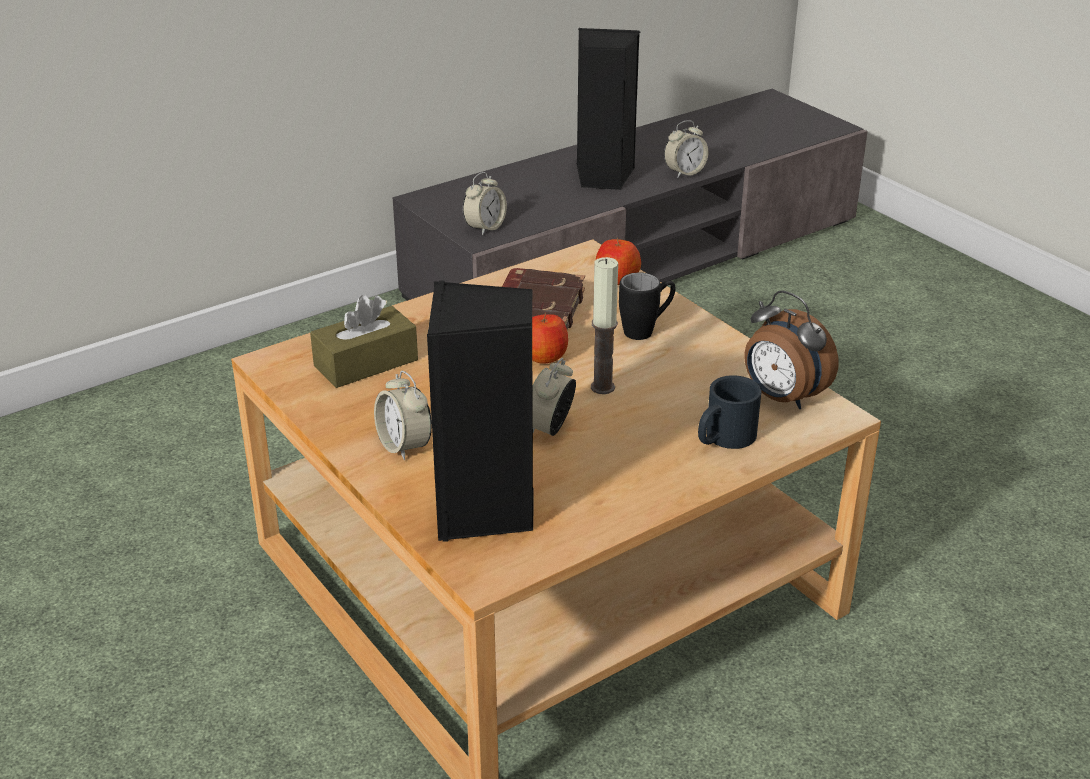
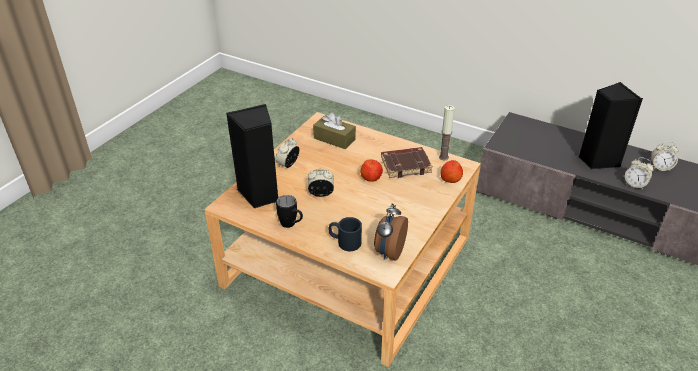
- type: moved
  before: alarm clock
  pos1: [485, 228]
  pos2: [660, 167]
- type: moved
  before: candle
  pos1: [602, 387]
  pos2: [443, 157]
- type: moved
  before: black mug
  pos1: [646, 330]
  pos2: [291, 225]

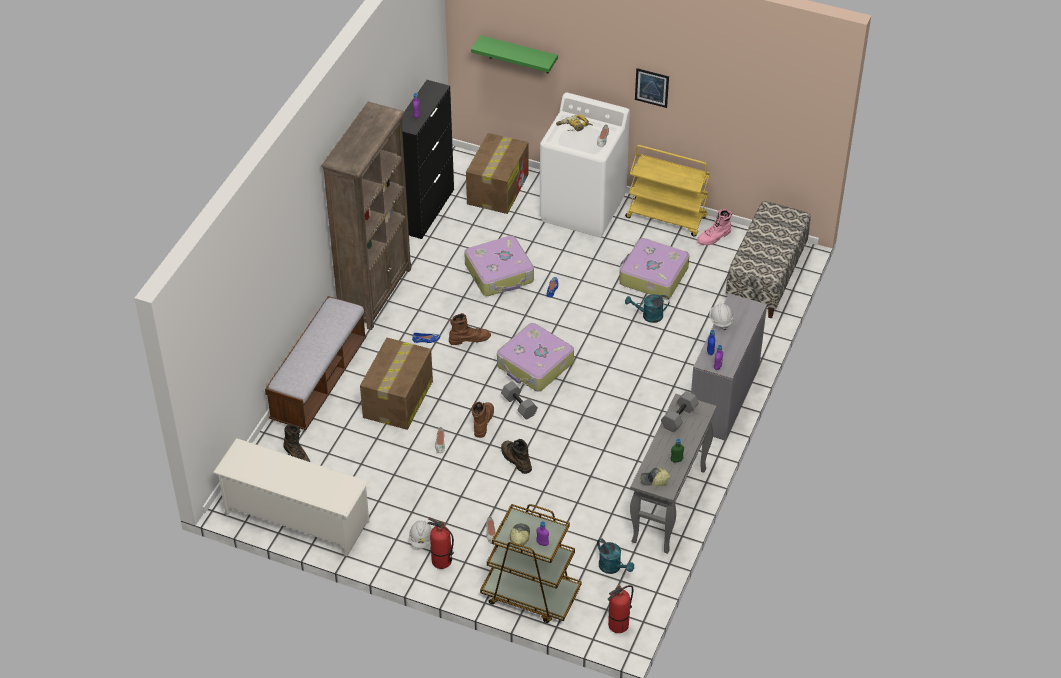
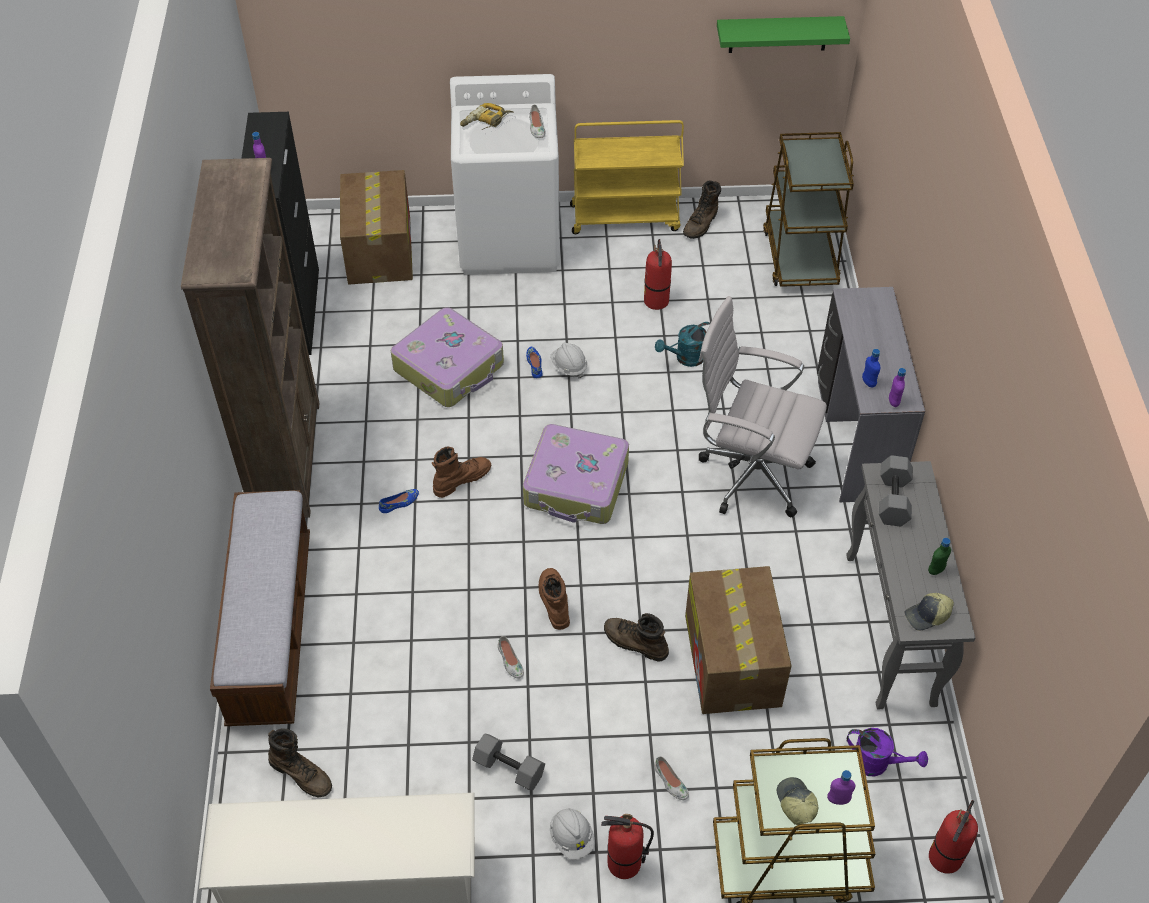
- type: moved
  before: green shelf
  pos1: [519, 55]
  pos2: [778, 34]
- type: removed
  before: picture
  pos1: [651, 87]
- type: replaced
  before: bench
  after: brown cart
  pos1: [766, 278]
  pos2: [800, 256]
- type: recoloured
  before: pink boot
  after: brown boot
  pos1: [714, 237]
  pos2: [701, 224]
- type: replaced
  before: suitcase
  after: fire extinguisher
  pos1: [652, 276]
  pos2: [656, 301]
- type: moved
  before: white hard hat
  pos1: [720, 320]
  pos2: [569, 366]
- type: moved
  before: cardboard box
  pos1: [397, 400]
  pos2: [733, 662]
- type: moved
  before: grey dumbbell
  pos1: [518, 406]
  pos2: [508, 769]
- type: recoloured
  before: turquoise watering can
  after: purple watering can
  pos1: [613, 567]
  pos2: [877, 763]
- type: added
  after: white office chair
  pos2: [749, 474]

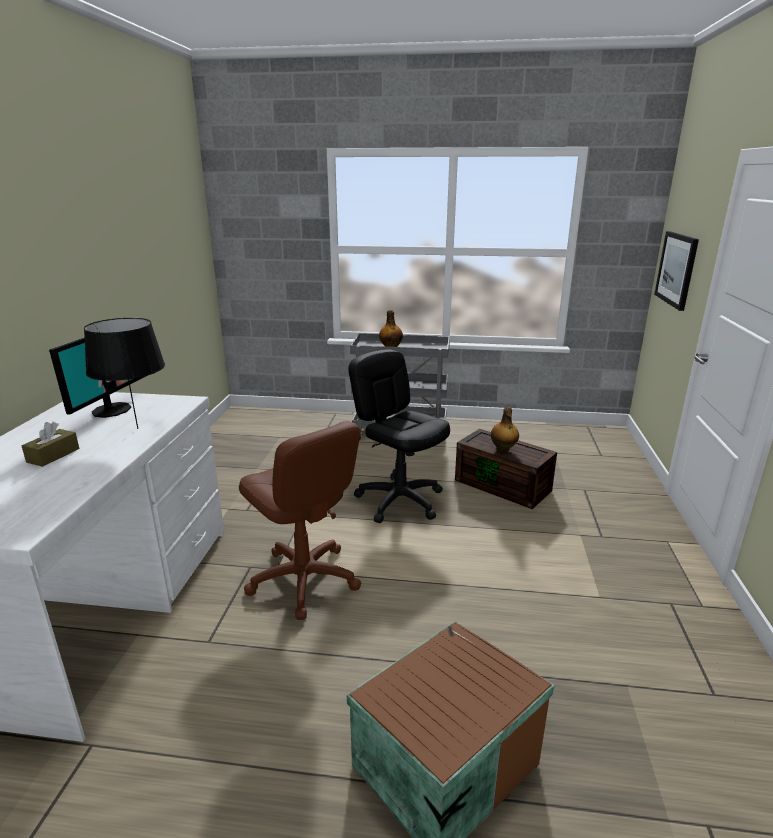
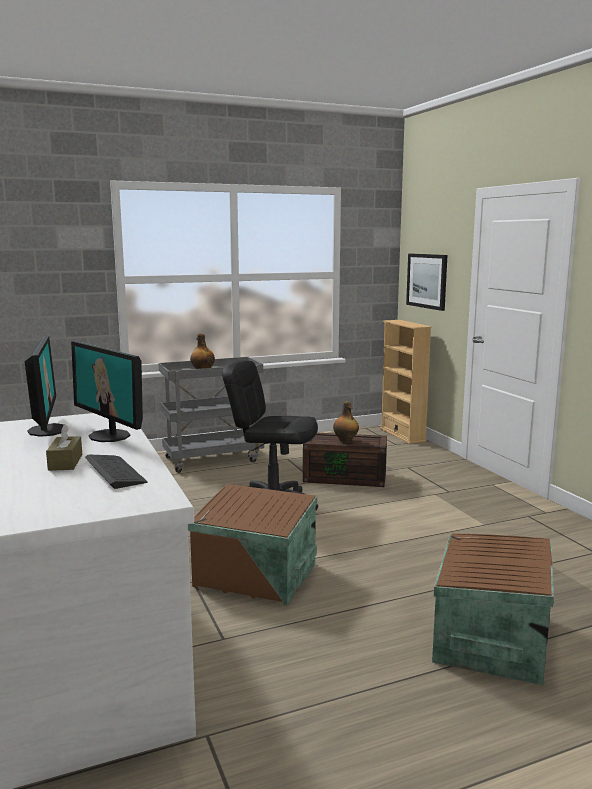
- type: replaced
  before: black table lamp
  after: monitor
  pos1: [138, 429]
  pos2: [110, 435]
- type: replaced
  before: brown office chair
  after: brown storage box
  pos1: [303, 580]
  pos2: [256, 576]
- type: added
  after: beige bookcase
  pos2: [402, 435]
- type: added
  after: keyboard
  pos2: [115, 472]

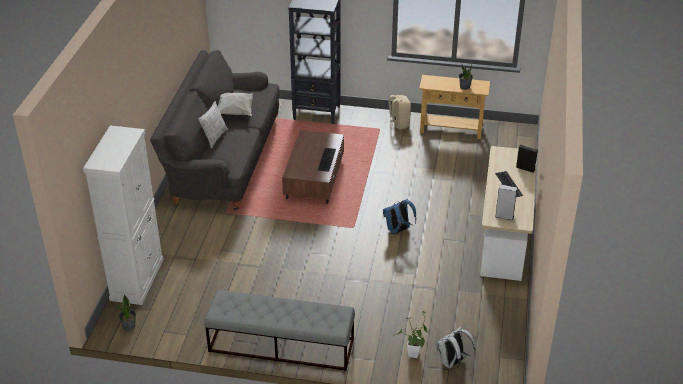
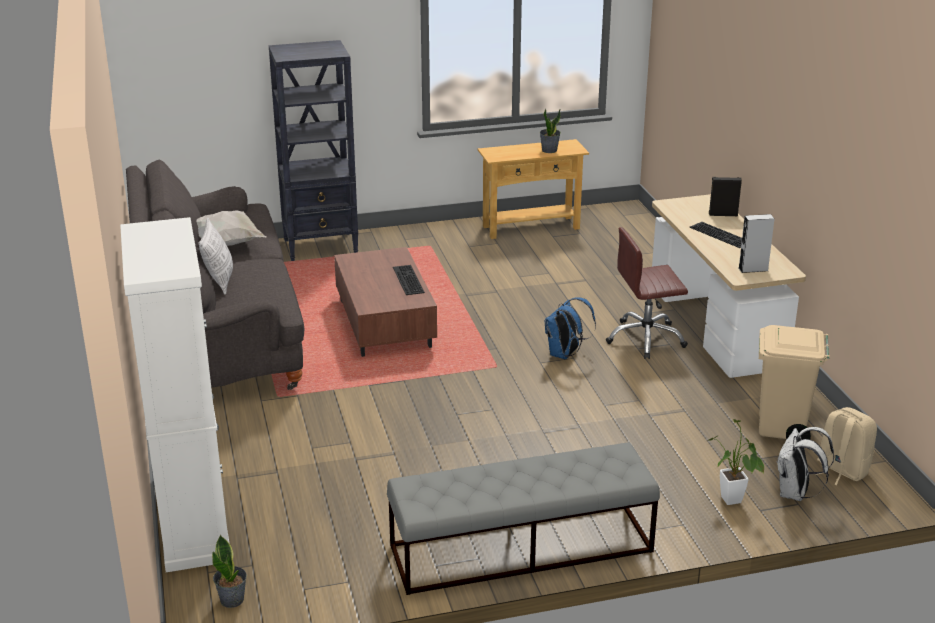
- type: moved
  before: beige backpack
  pos1: [398, 124]
  pos2: [841, 470]
- type: added
  after: brown office chair
  pos2: [646, 339]
- type: added
  after: beige trash can
  pos2: [782, 429]

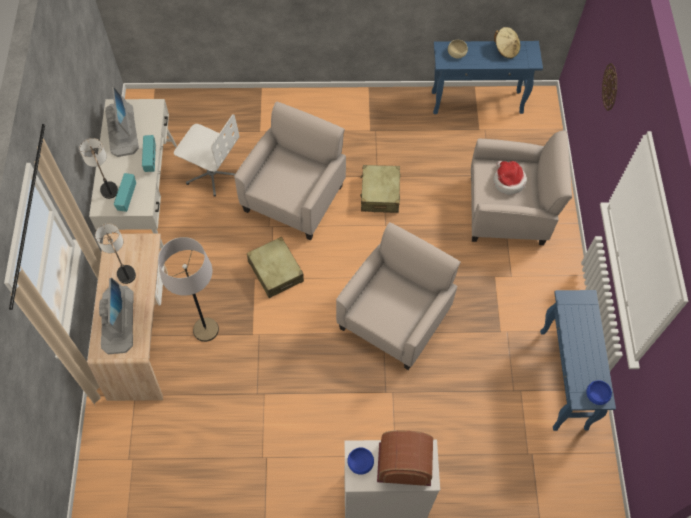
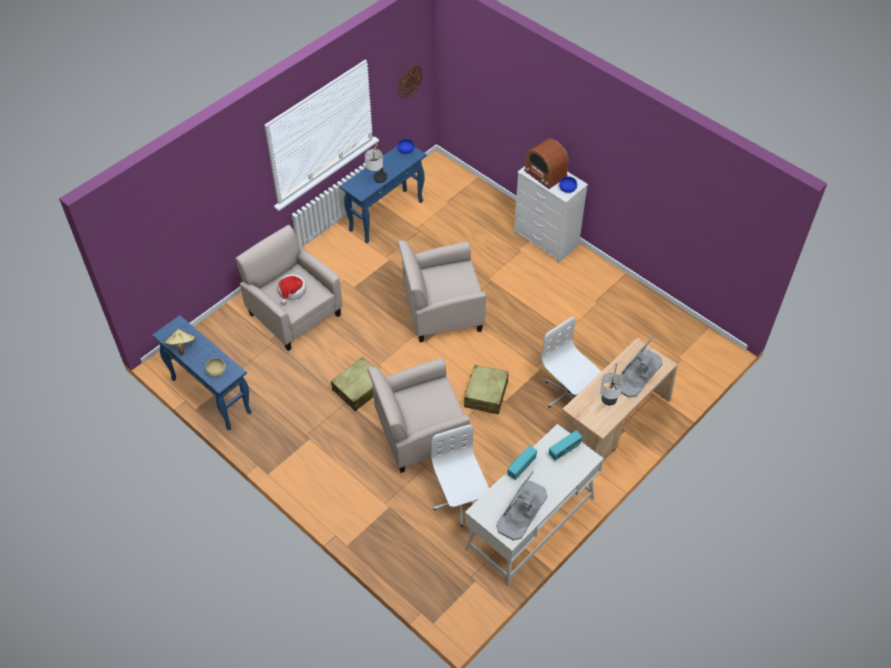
- type: moved
  before: wall clock
  pos1: [610, 87]
  pos2: [409, 81]
- type: moved
  before: table lamp
  pos1: [106, 183]
  pos2: [377, 182]
- type: replaced
  before: grey floor lamp
  after: white office chair
  pos1: [206, 330]
  pos2: [568, 394]

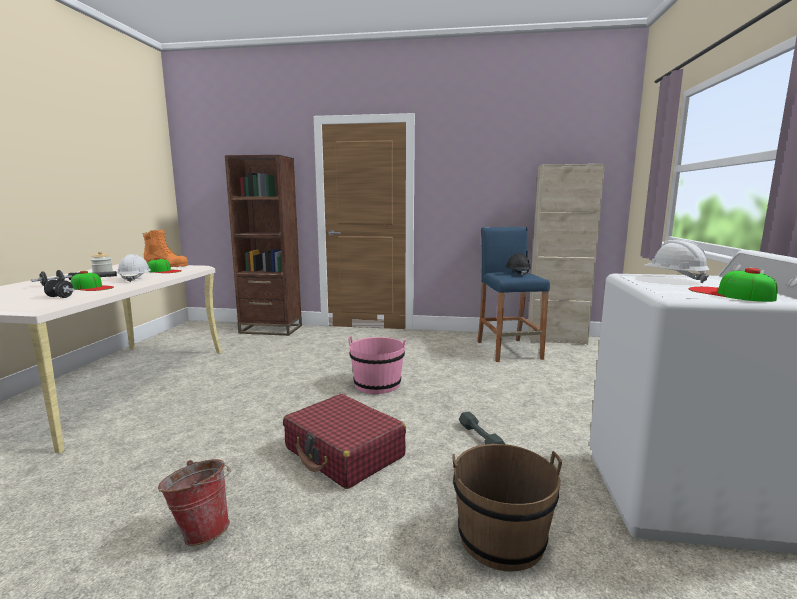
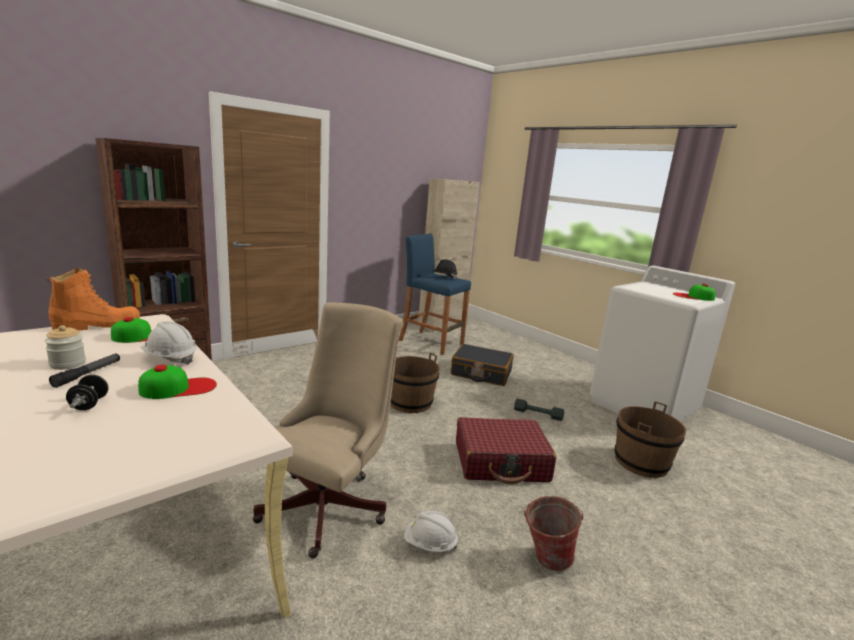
- type: moved
  before: white hard hat
  pos1: [674, 279]
  pos2: [429, 544]
- type: removed
  before: black dumbbell
  pos1: [60, 297]
- type: recoloured
  before: pink bucket
  after: brown bucket
  pos1: [377, 384]
  pos2: [410, 402]
- type: added
  after: beige office chair
  pos2: [330, 504]
- type: added
  after: black suitcase
  pos2: [481, 373]

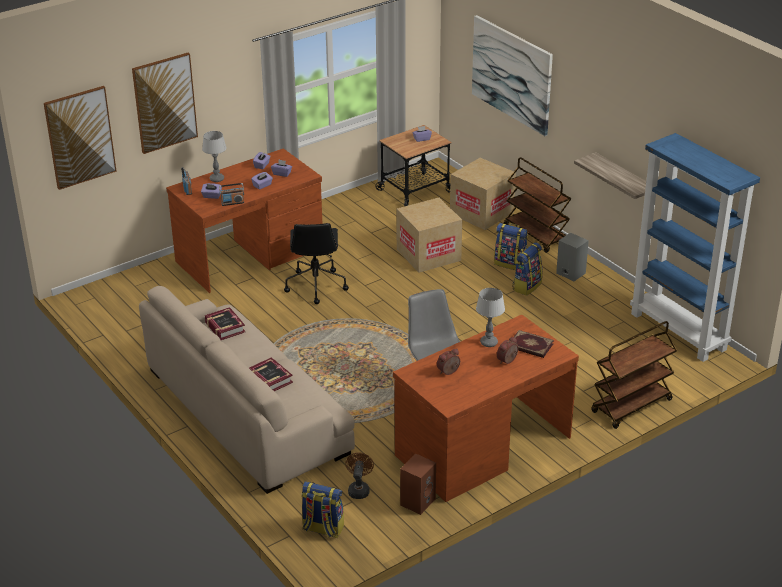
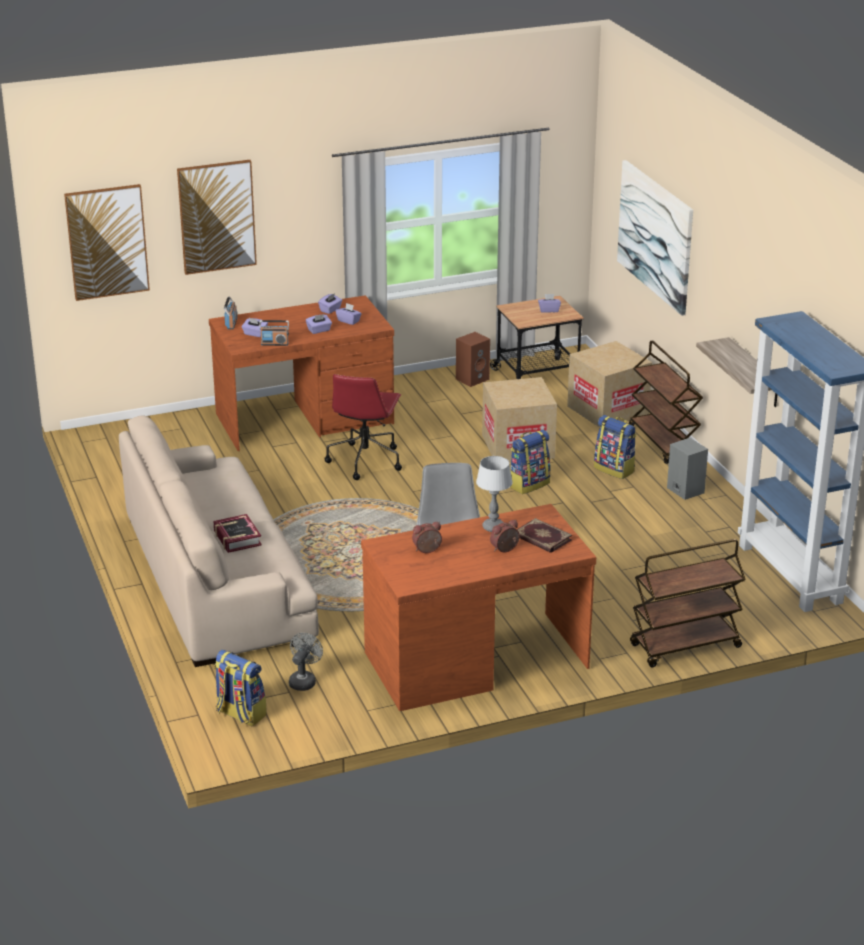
- type: removed
  before: table lamp
  pos1: [217, 179]
- type: recoloured
  before: black office chair
  after: red office chair
  pos1: [315, 285]
  pos2: [365, 460]
- type: moved
  before: backpack
  pos1: [526, 286]
  pos2: [529, 484]
- type: removed
  before: book
  pos1: [224, 327]
- type: recoloured
  before: brown fan
  after: grey fan
  pos1: [359, 489]
  pos2: [304, 680]
- type: moved
  before: brown speaker
  pos1: [417, 501]
  pos2: [472, 379]

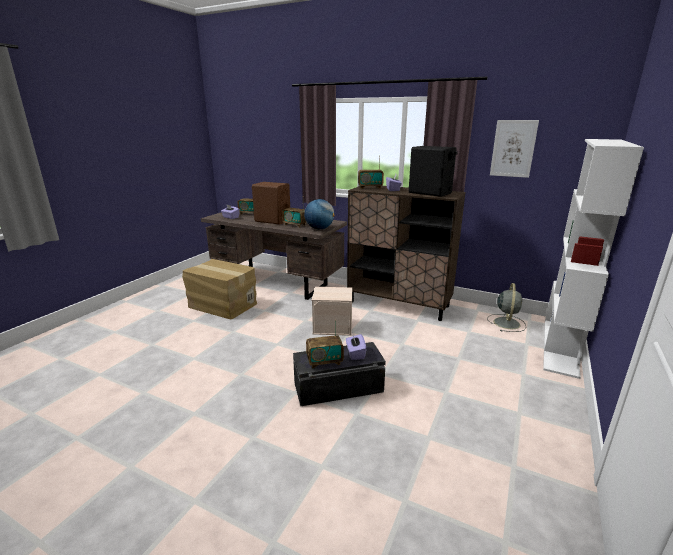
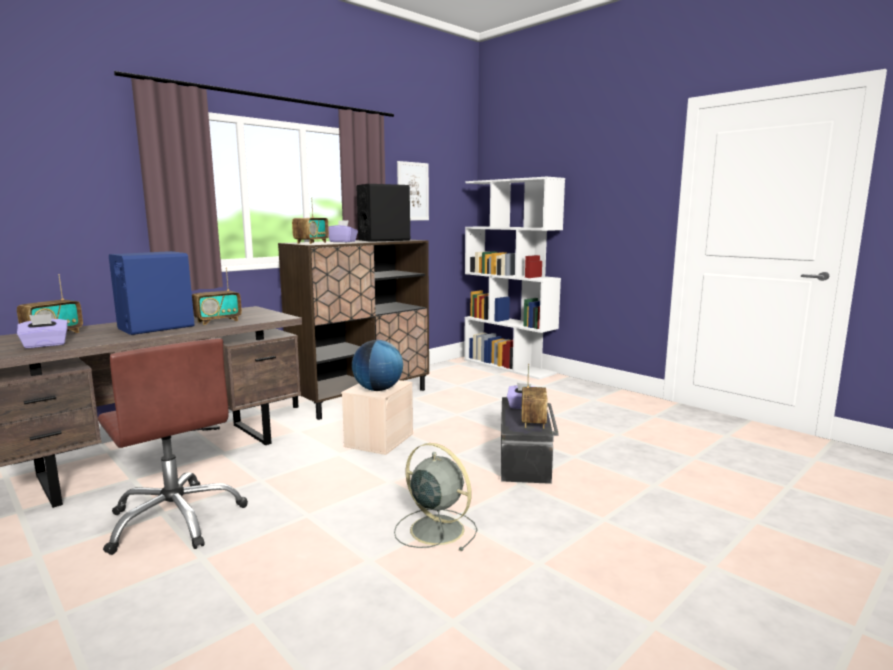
- type: recoloured
  before: brown speaker
  after: blue speaker
  pos1: [272, 221]
  pos2: [156, 328]
- type: moved
  before: globe
  pos1: [319, 228]
  pos2: [378, 389]
- type: replaced
  before: cardboard box
  after: brown office chair
  pos1: [222, 305]
  pos2: [176, 519]
- type: moved
  before: grey fan
  pos1: [506, 322]
  pos2: [435, 529]

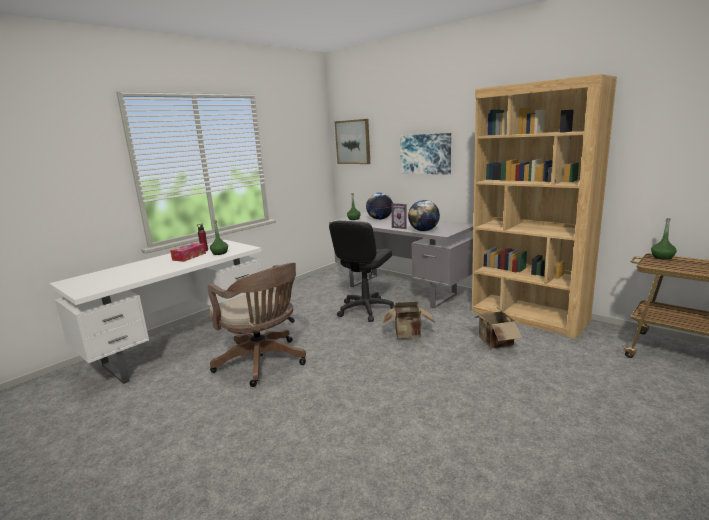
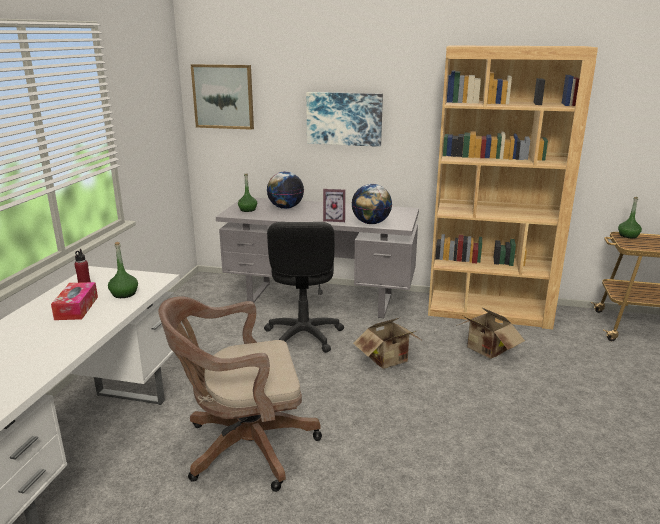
- type: turned
  before: brown office chair
  pos1: [263, 363]
  pos2: [243, 447]
  turn: 150

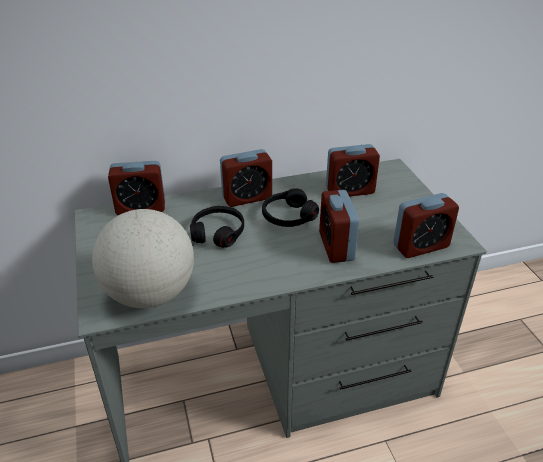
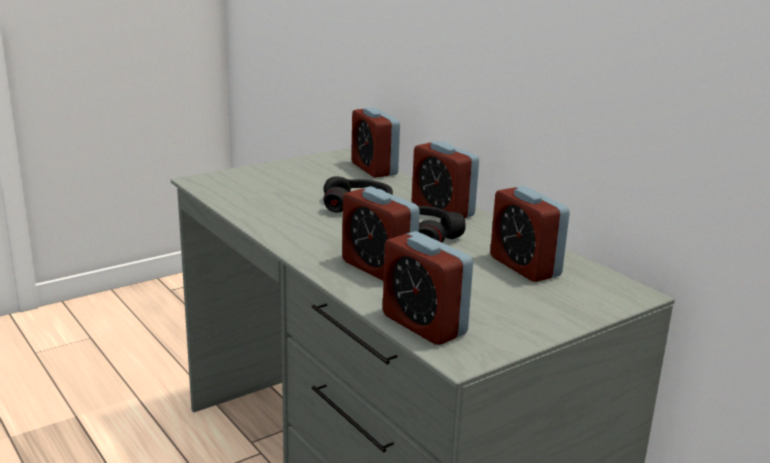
- type: turned
  before: alarm clock
  pos1: [336, 246]
  pos2: [378, 268]
  turn: -105
- type: removed
  before: globe
  pos1: [150, 294]

